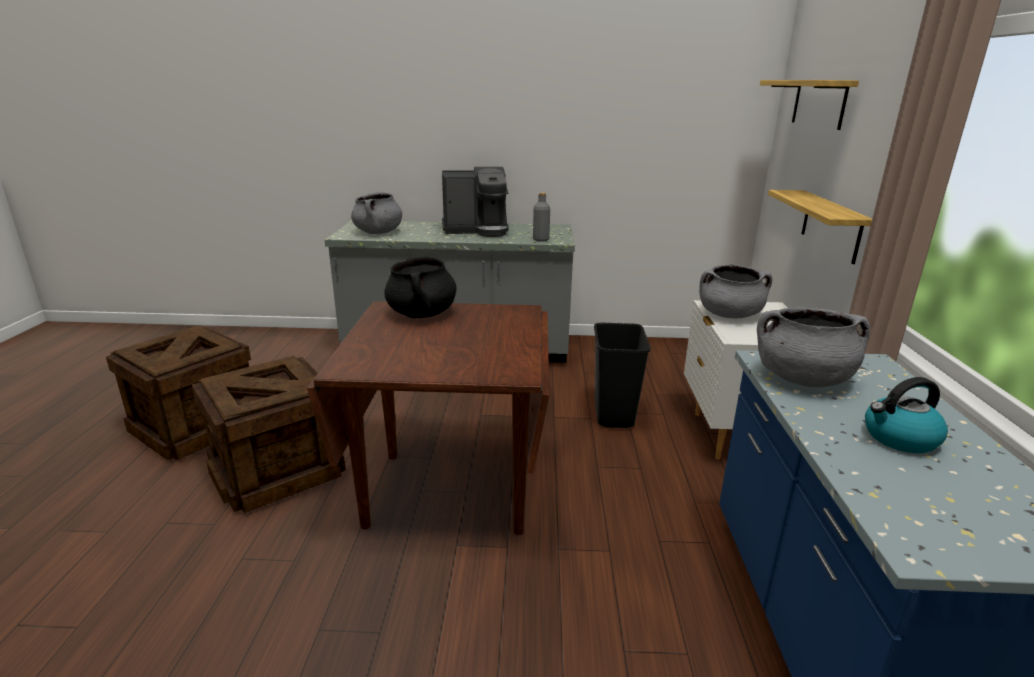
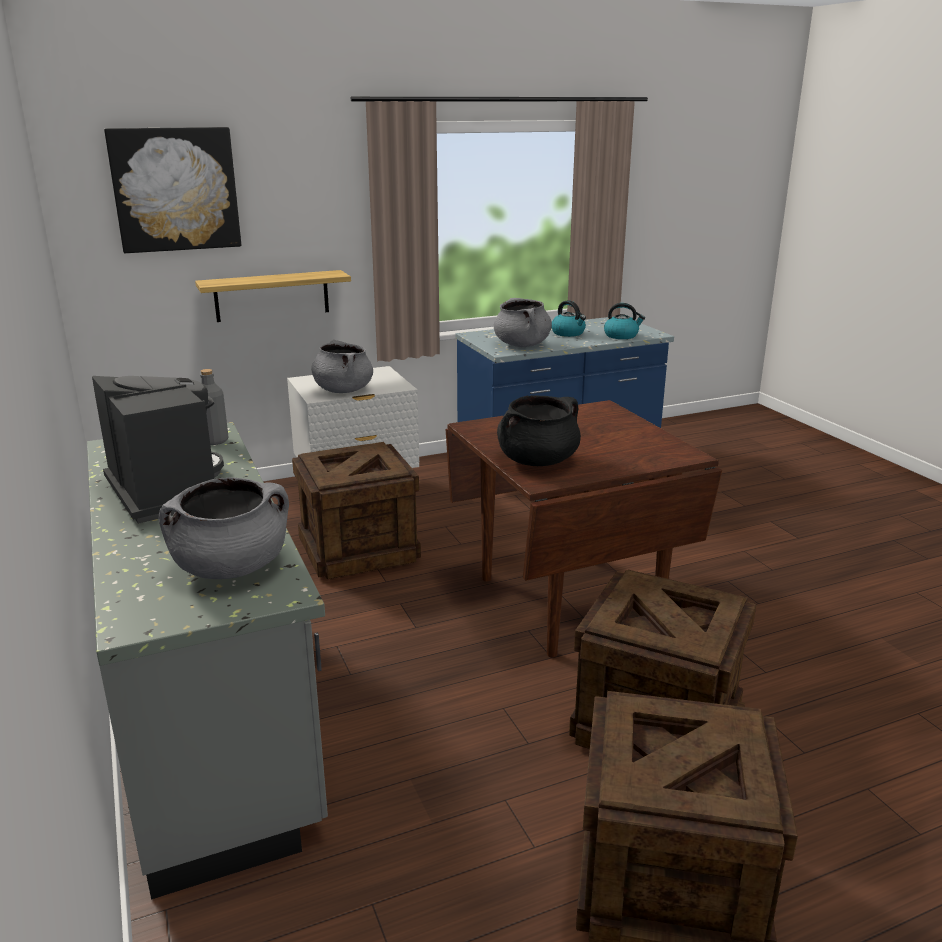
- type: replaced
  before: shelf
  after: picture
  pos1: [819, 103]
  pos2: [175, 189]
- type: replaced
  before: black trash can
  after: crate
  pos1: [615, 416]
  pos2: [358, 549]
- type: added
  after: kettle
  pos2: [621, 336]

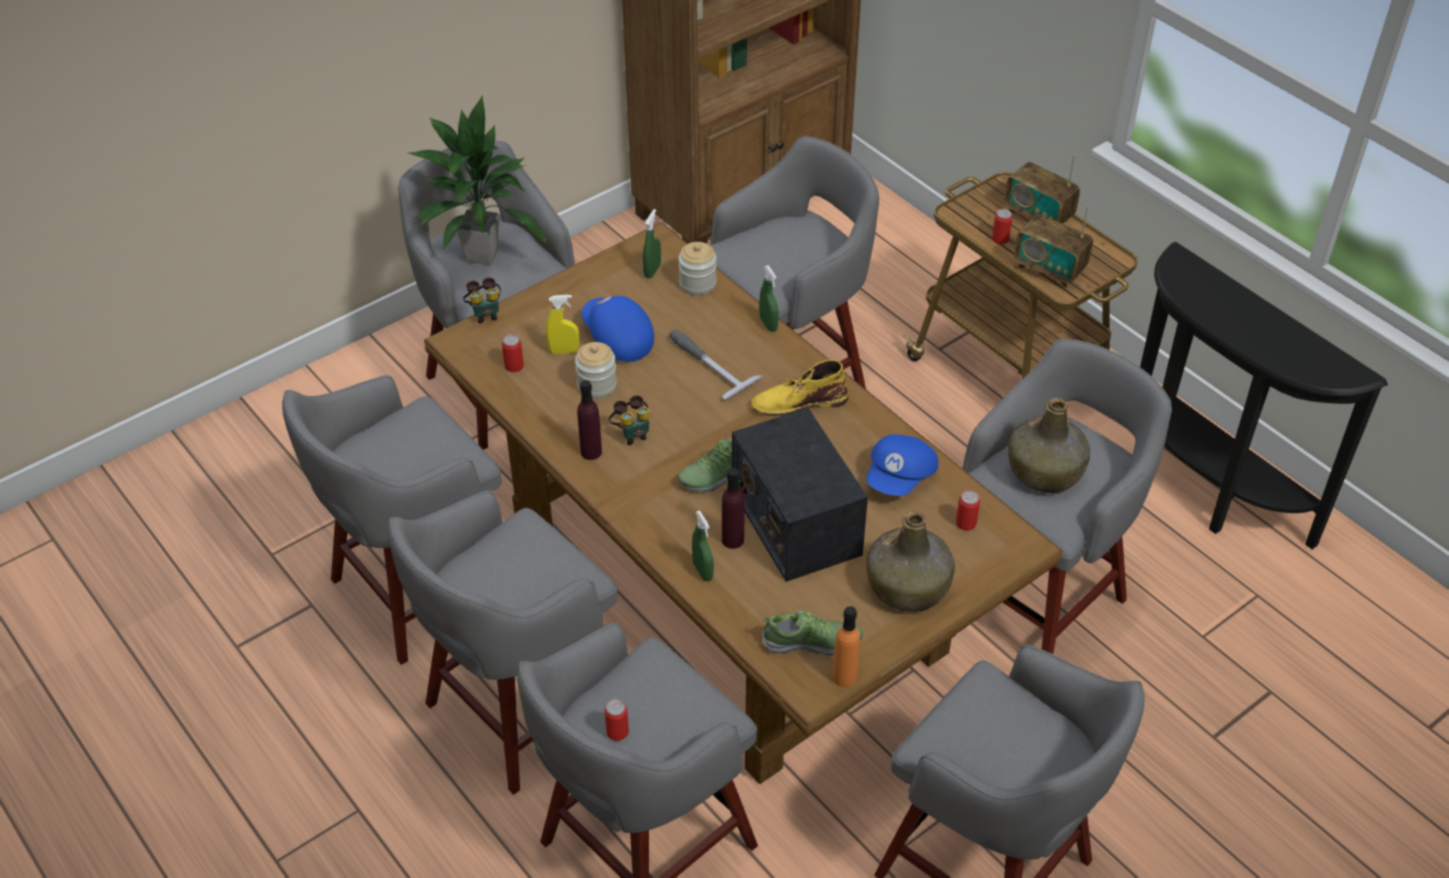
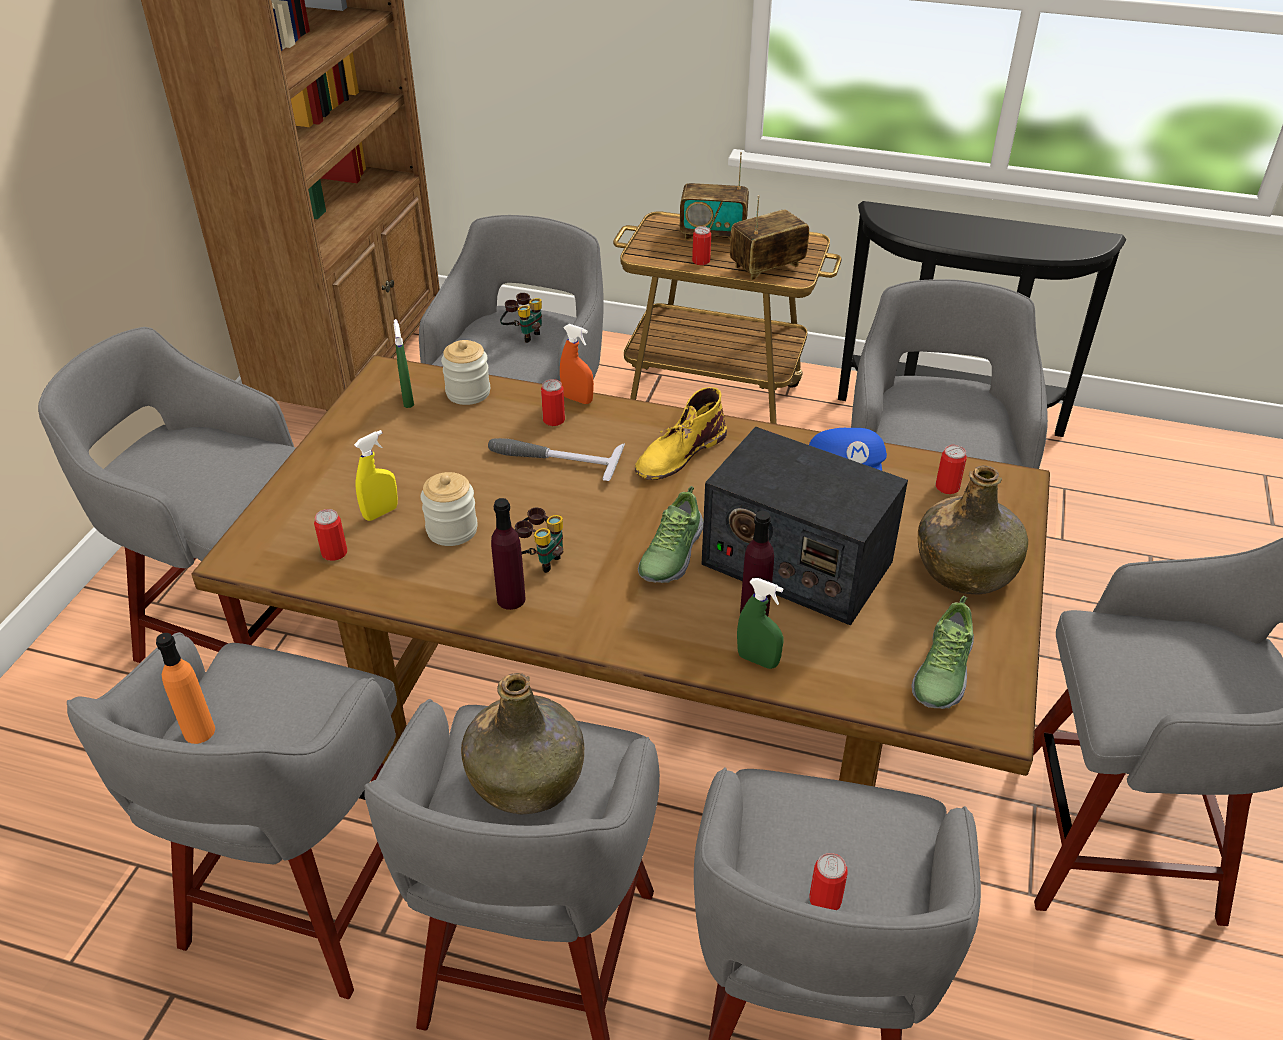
- type: removed
  before: potted plant
  pos1: [481, 256]
- type: turned
  before: radio
  pos1: [1049, 269]
  pos2: [767, 267]
  turn: 150
- type: recoloured
  before: green spray bottle
  after: orange spray bottle
  pos1: [768, 324]
  pos2: [577, 399]
- type: moved
  before: binoculars
  pos1: [485, 313]
  pos2: [523, 334]
- type: removed
  before: blue cap
  pos1: [617, 339]
- type: moved
  before: green bottle
  pos1: [1045, 472]
  pos2: [527, 777]
- type: moved
  before: orange bottle
  pos1: [844, 677]
  pos2: [199, 731]
- type: turned
  before: shoe
  pos1: [812, 642]
  pos2: [941, 672]
  turn: 150
- type: added
  after: can
  pos2: [554, 420]

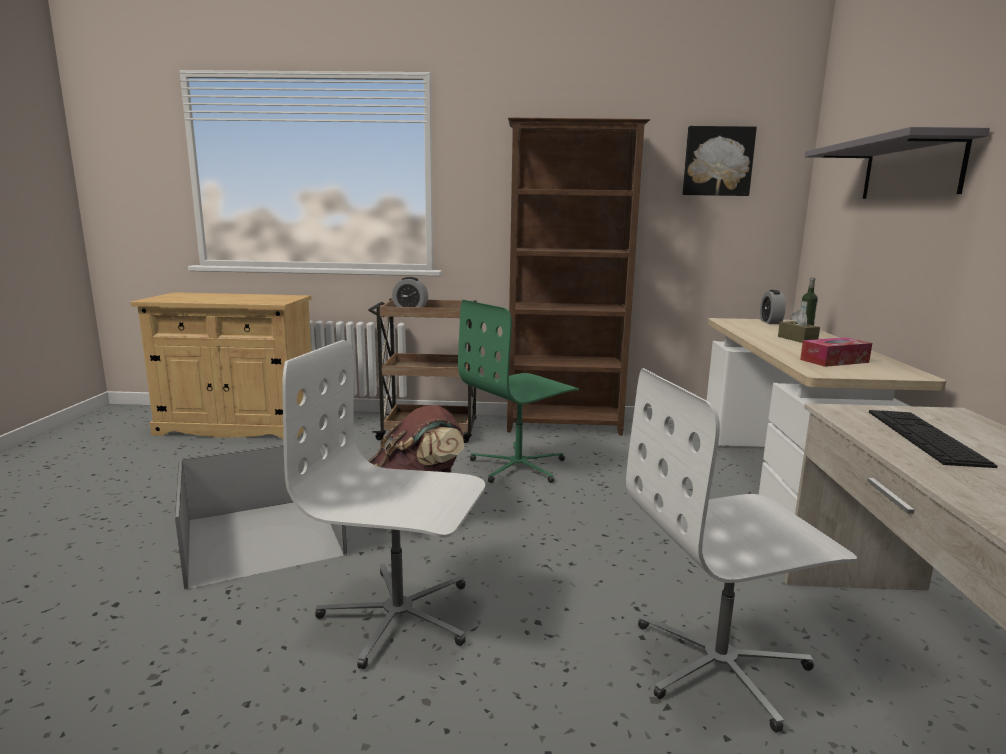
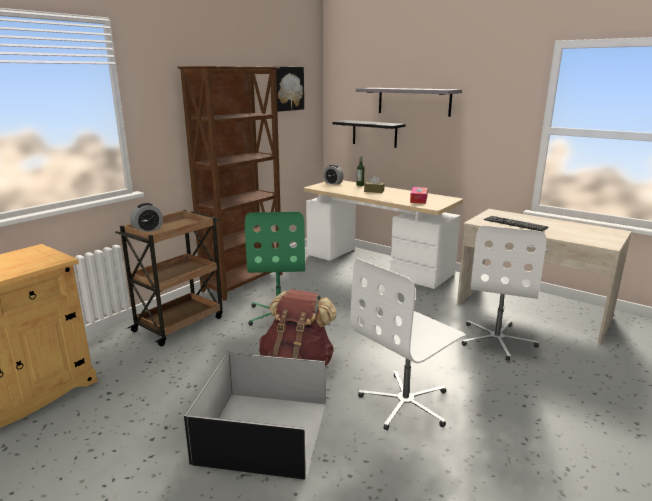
- type: added
  after: black shelf
  pos2: [374, 134]

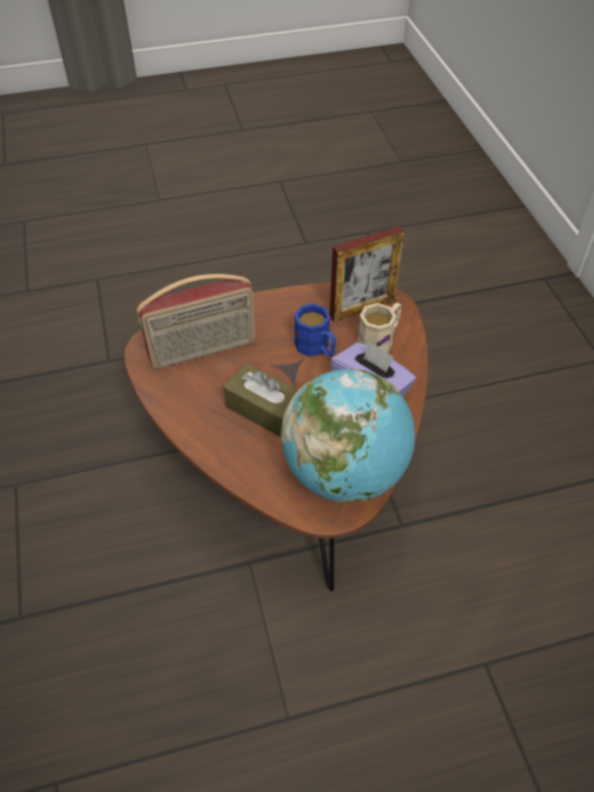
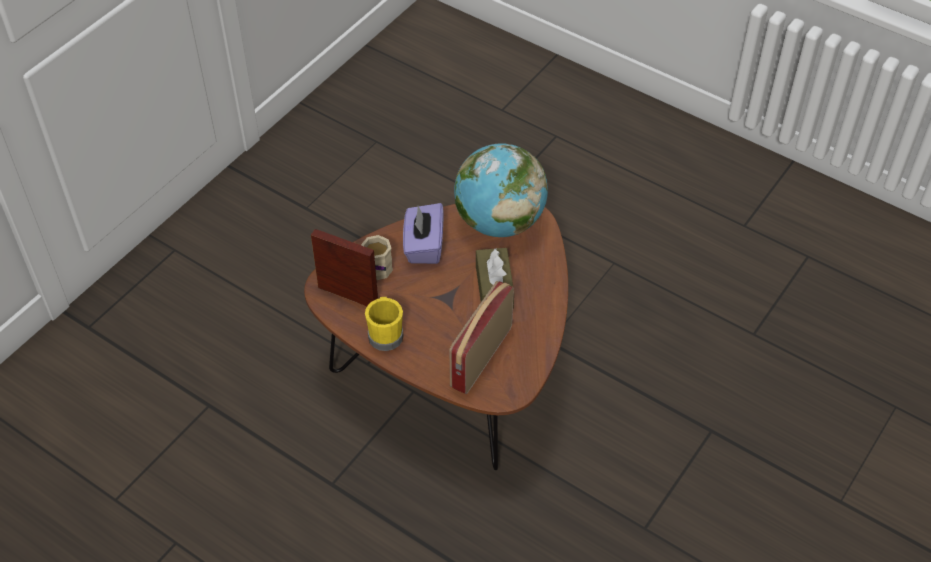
- type: turned
  before: radio
  pos1: [203, 350]
  pos2: [480, 356]
  turn: -90
- type: removed
  before: blue mug
  pos1: [316, 348]
- type: added
  after: yellow mug
  pos2: [385, 333]

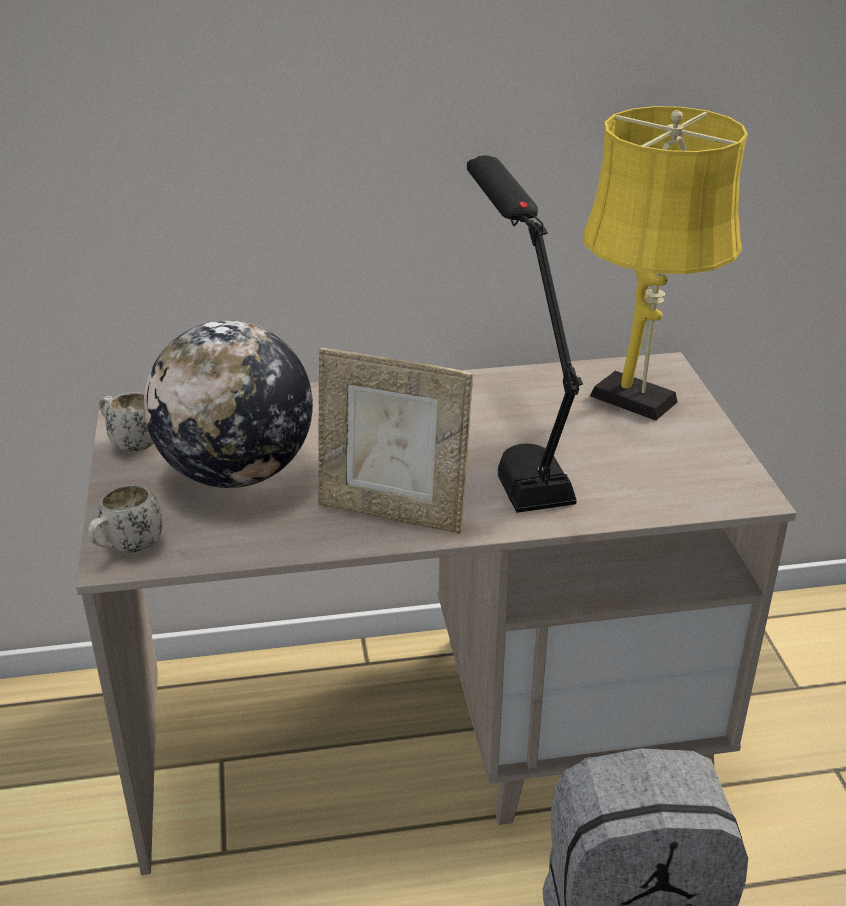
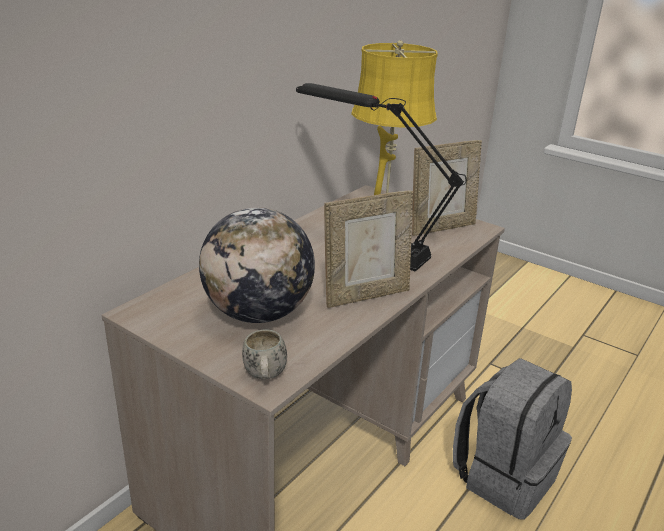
- type: removed
  before: white mug
  pos1: [130, 442]
- type: added
  after: picture frame
  pos2: [441, 227]

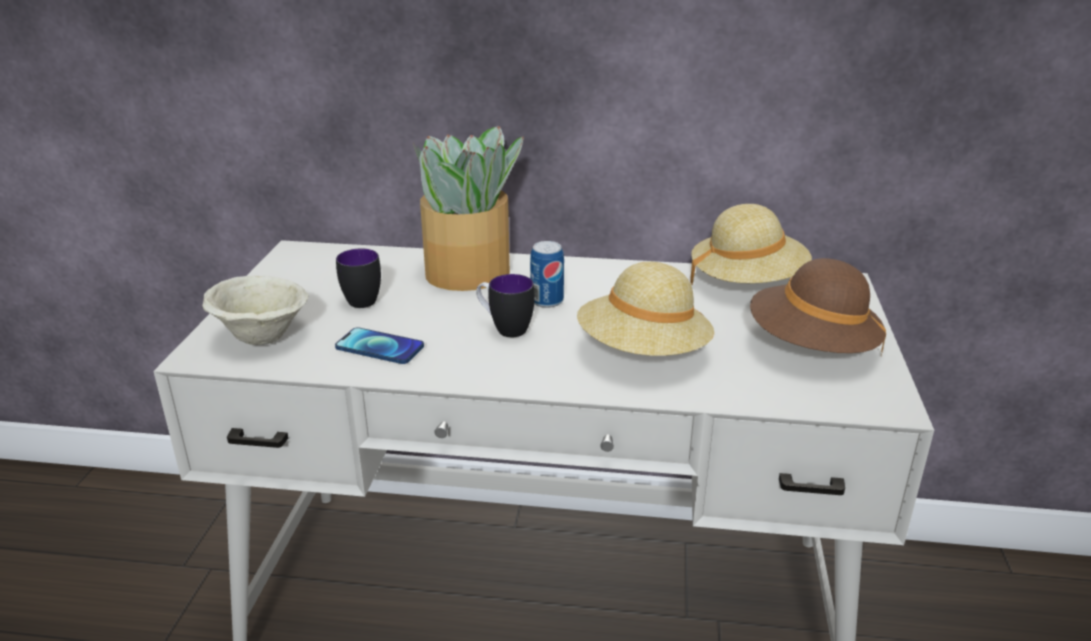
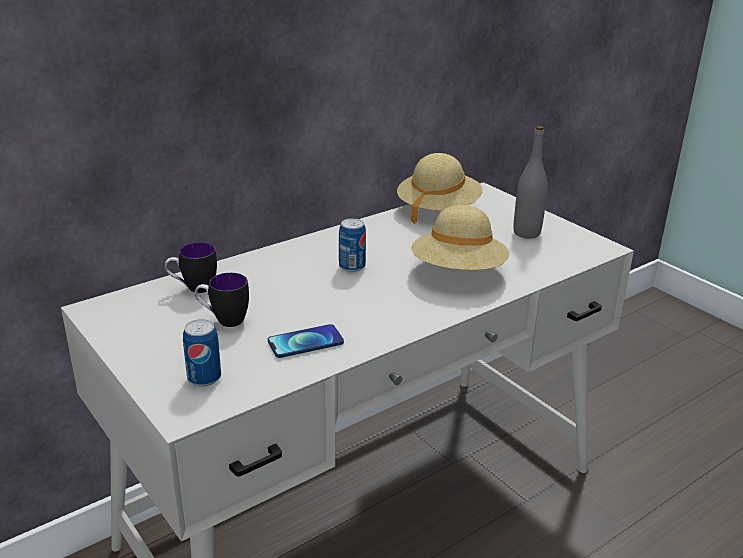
- type: removed
  before: potted plant
  pos1: [469, 273]
- type: replaced
  before: brown hat
  after: grey bottle
  pos1: [811, 347]
  pos2: [526, 233]
- type: moved
  before: mug
  pos1: [504, 328]
  pos2: [193, 288]
- type: replaced
  before: beige bowl
  after: can
  pos1: [261, 336]
  pos2: [204, 378]

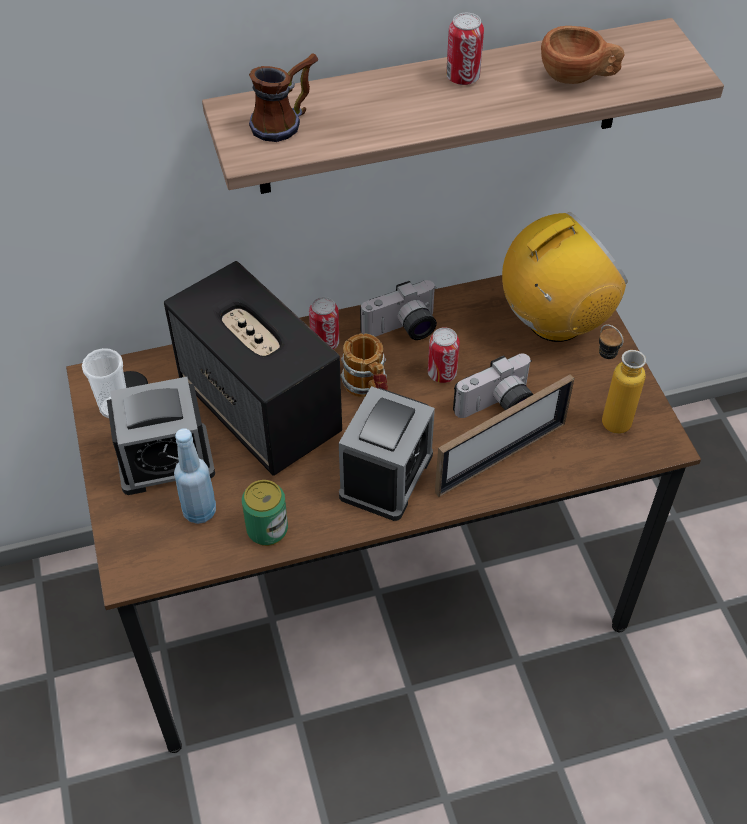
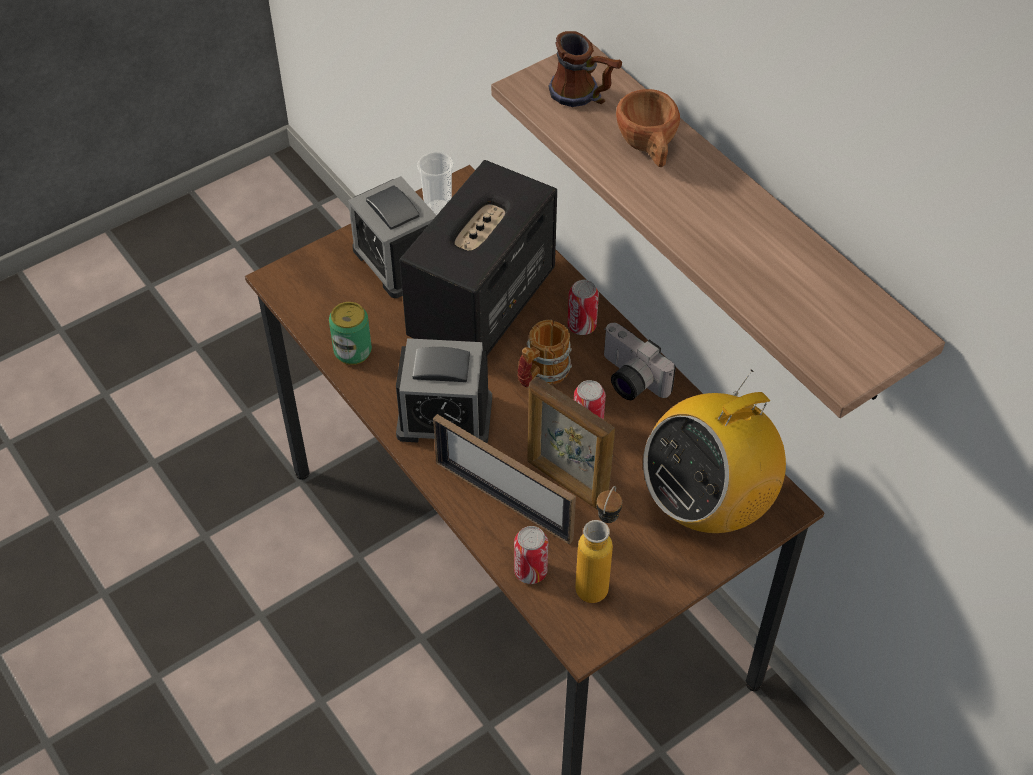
- type: moved
  before: can
  pos1: [462, 78]
  pos2: [530, 571]
- type: moved
  before: brown cup
  pos1: [578, 77]
  pos2: [648, 148]
- type: turned
  before: radio
  pos1: [554, 321]
  pos2: [707, 504]
  turn: 105
- type: replaced
  before: photo camera
  after: picture frame
  pos1: [497, 407]
  pos2: [566, 482]
- type: removed
  before: blue bottle
  pos1: [199, 511]

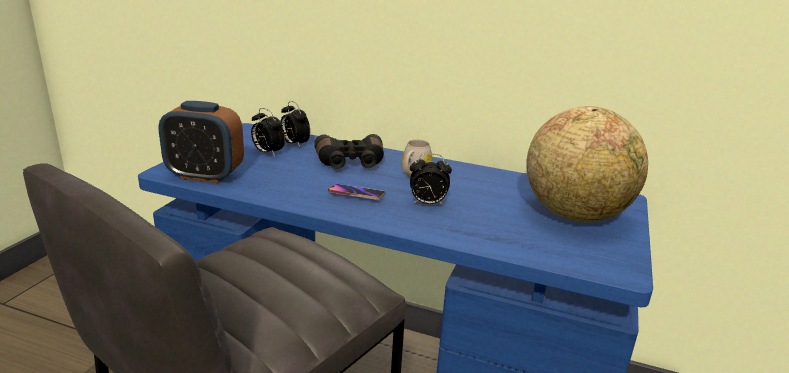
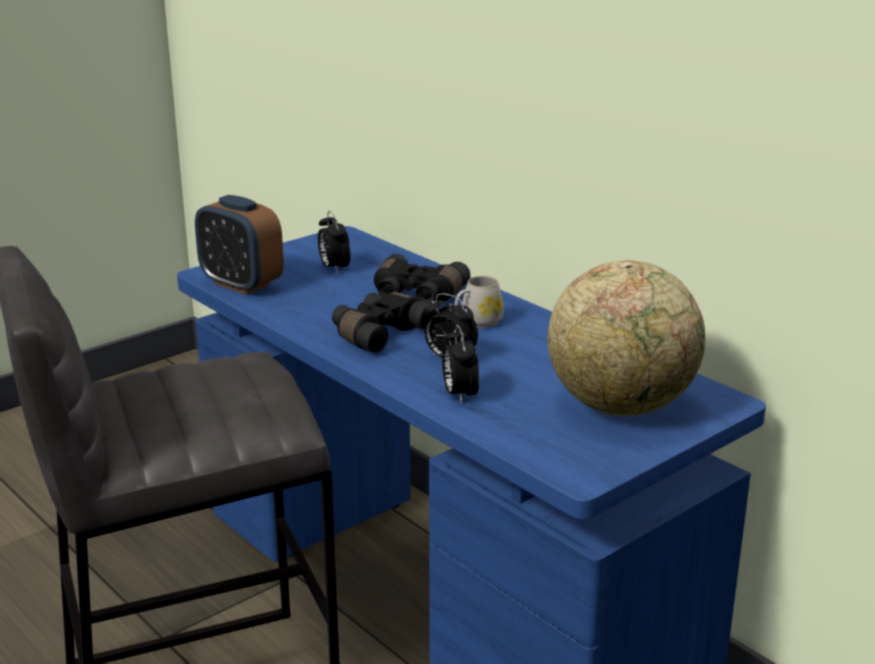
- type: moved
  before: alarm clock
  pos1: [294, 144]
  pos2: [459, 395]
- type: replaced
  before: phone
  after: black binoculars
  pos1: [356, 195]
  pos2: [379, 333]

